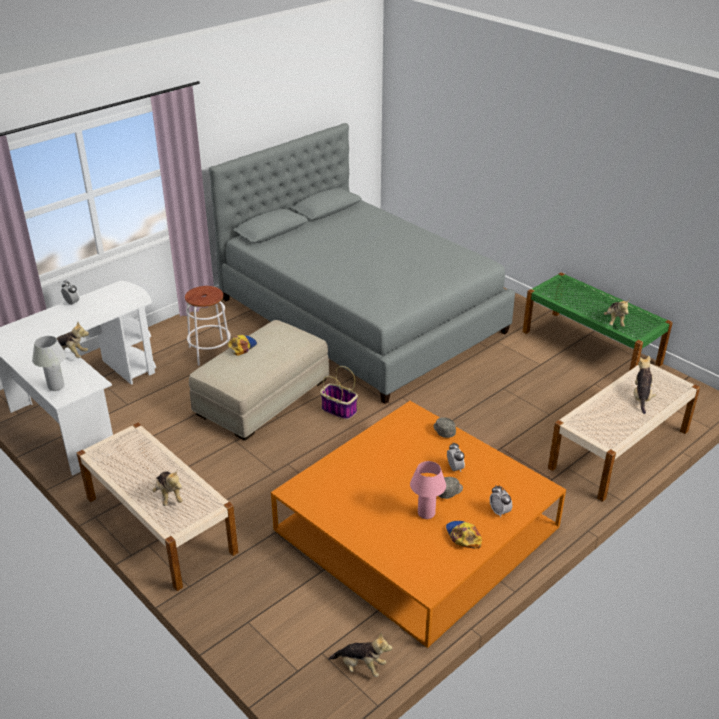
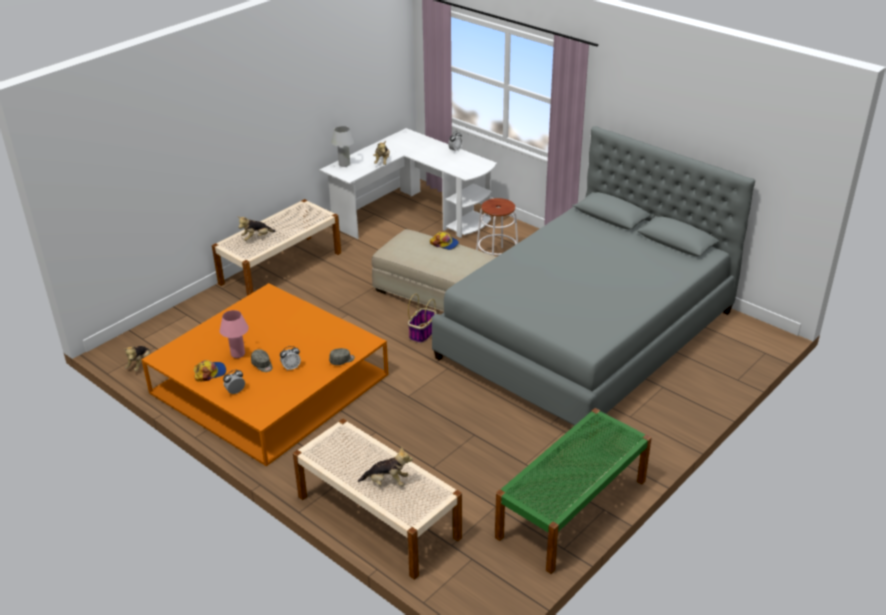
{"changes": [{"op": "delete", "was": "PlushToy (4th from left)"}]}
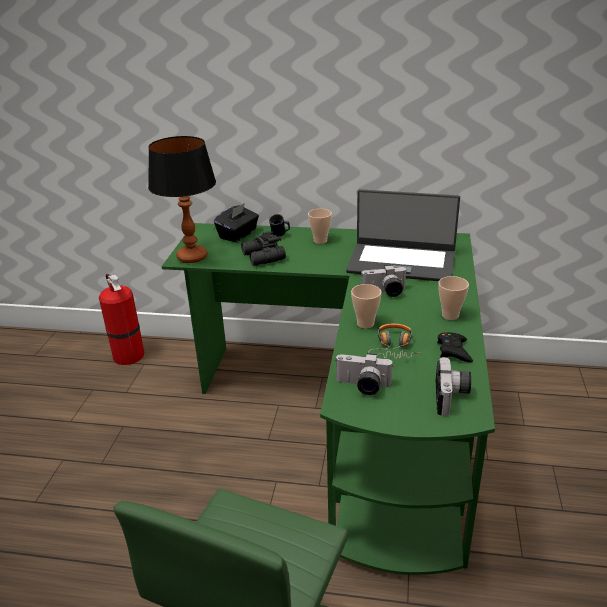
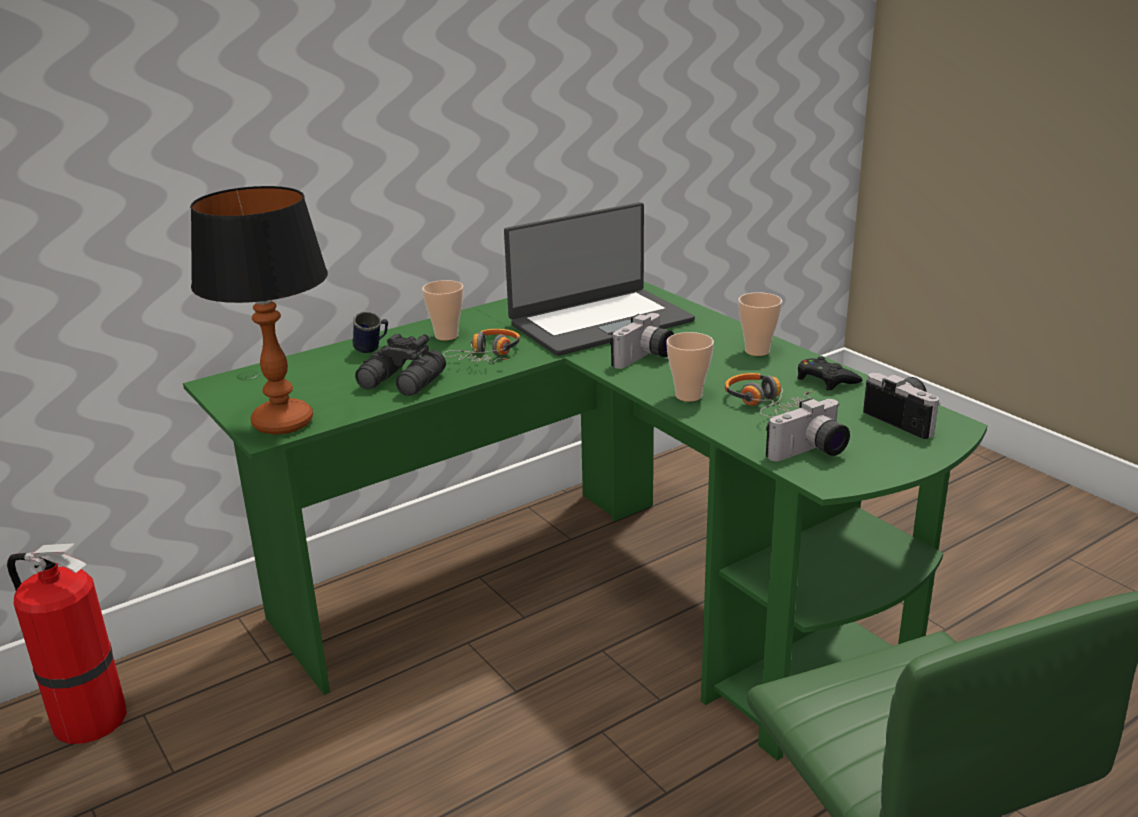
{"changes": [{"op": "delete", "was": "BlackTissueBox"}, {"op": "insert", "now": "Headphones (1st from left)"}]}
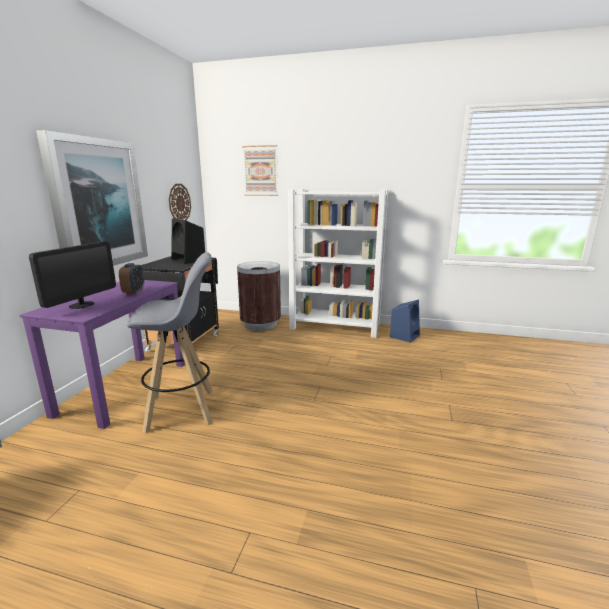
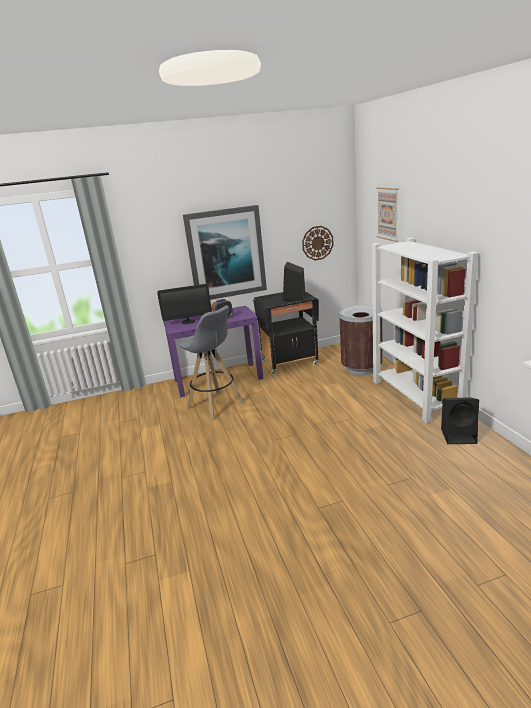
{"changes": [{"op": "recolor", "was": "BlueSpeaker", "now": "BlackSpeaker (2nd from left)"}]}
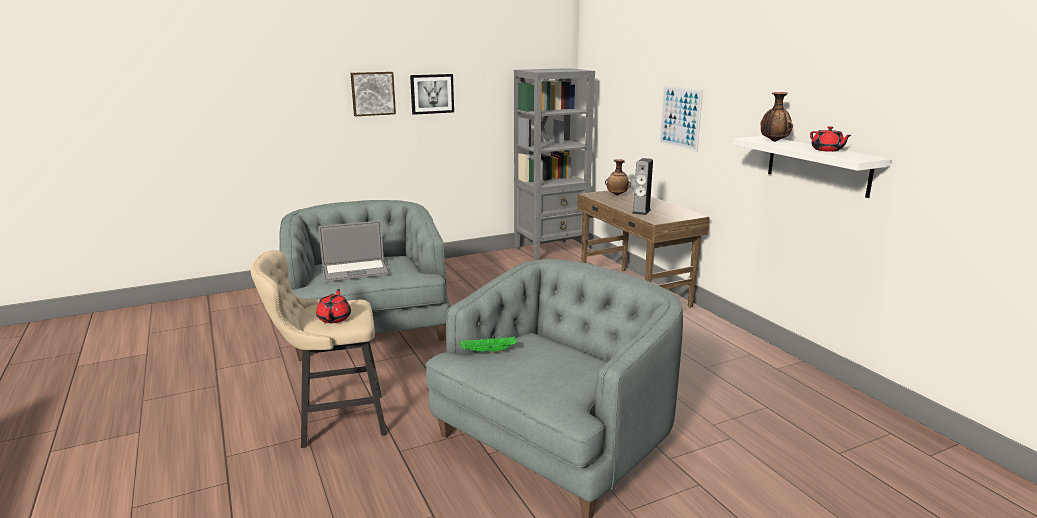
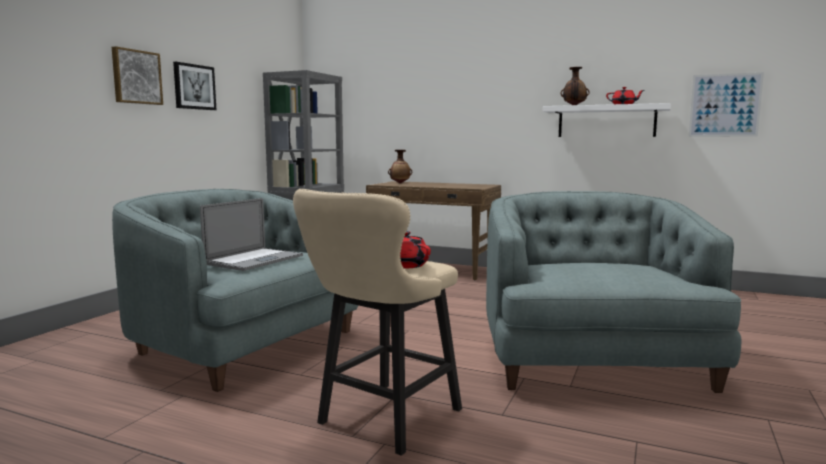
{"changes": [{"op": "delete", "was": "GreenTray"}, {"op": "delete", "was": "Speaker"}, {"op": "move", "was": "Picture (3rd from left)"}]}
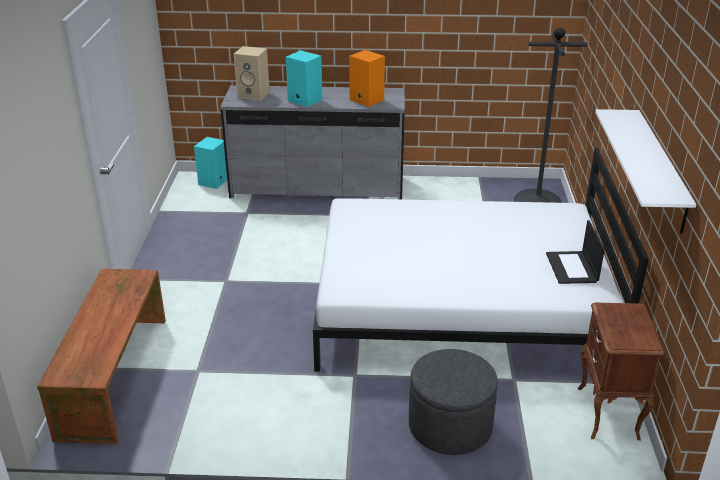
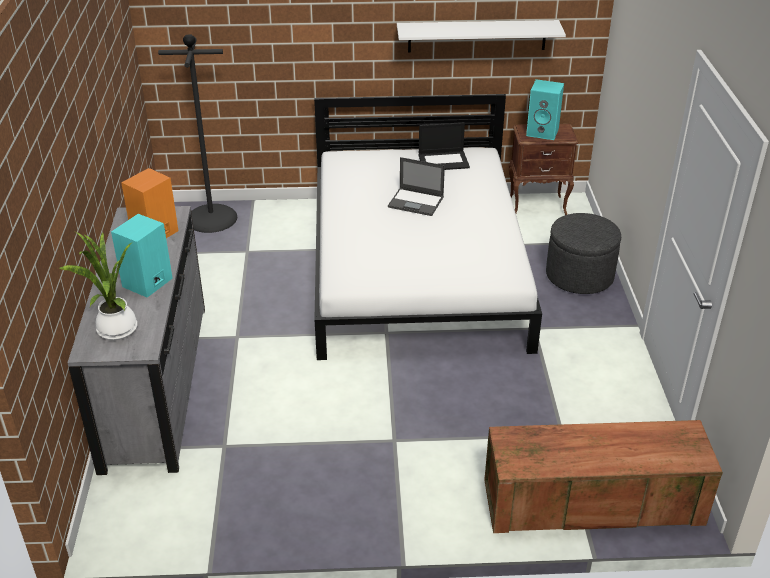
{"changes": [{"op": "move", "was": "TurquoiseSpeaker (1st from left in the first image)", "now": "TurquoiseSpeaker (2nd from left)"}, {"op": "replace", "was": "BeigeSpeaker", "now": "PottedPlant"}, {"op": "insert", "now": "Laptop (1st from left)"}]}
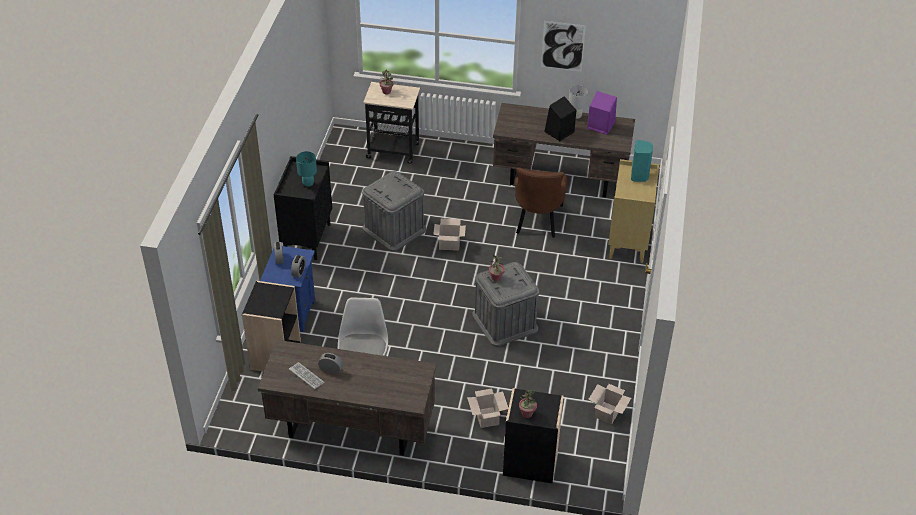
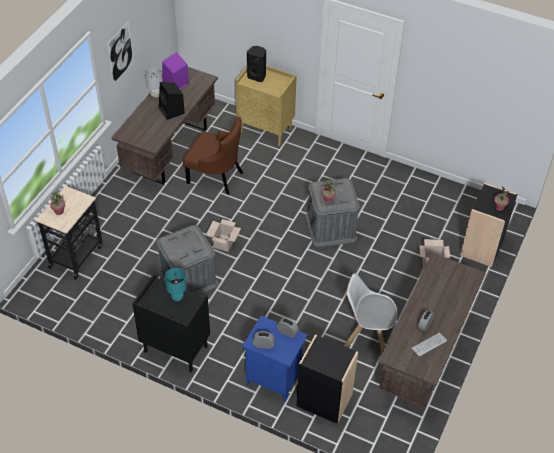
{"changes": [{"op": "delete", "was": "CardboardBox (3rd from left)"}, {"op": "recolor", "was": "TurquoiseSpeaker", "now": "BlackSpeaker (2nd from left)"}]}
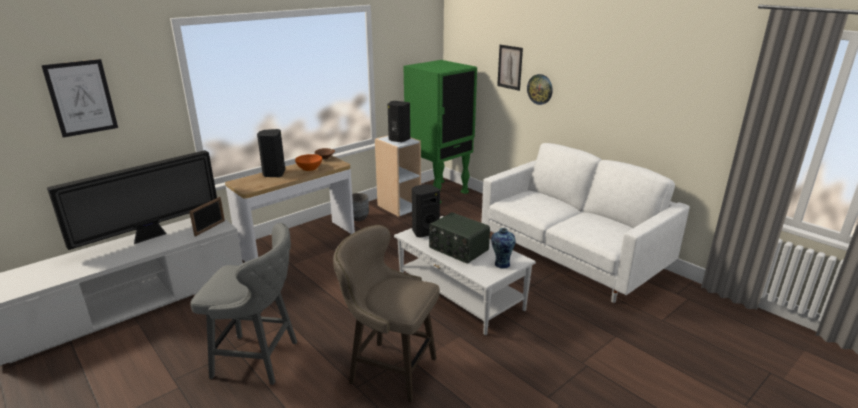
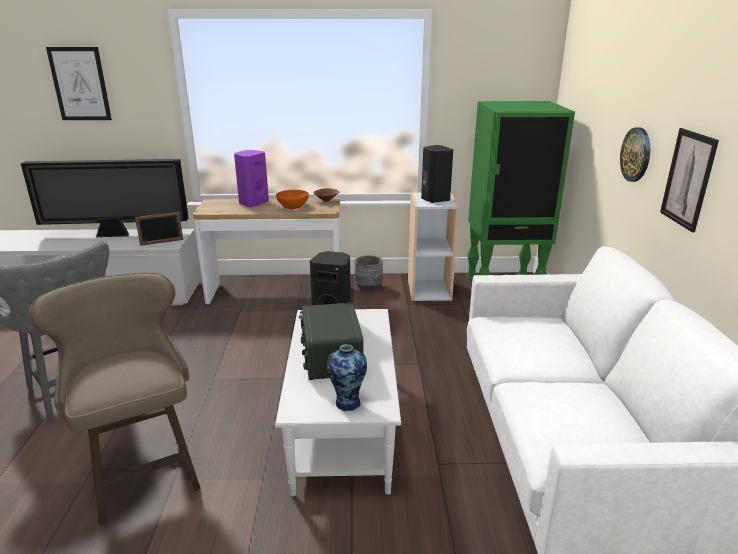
{"changes": [{"op": "recolor", "was": "BlackSpeaker (1st from left)", "now": "PurpleSpeaker"}, {"op": "move", "was": "Picture (2nd from left)"}]}
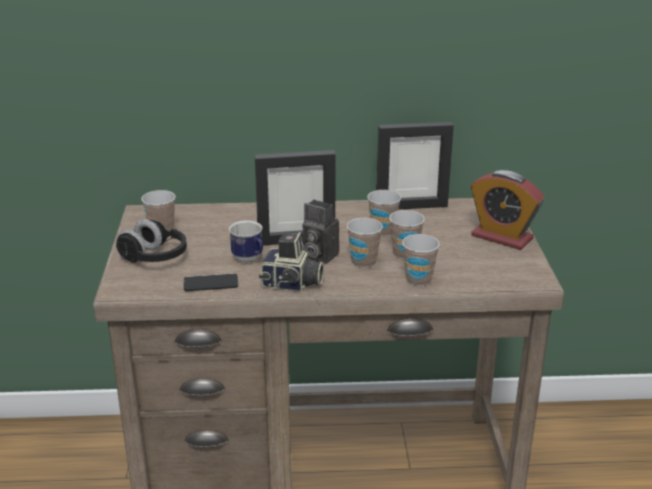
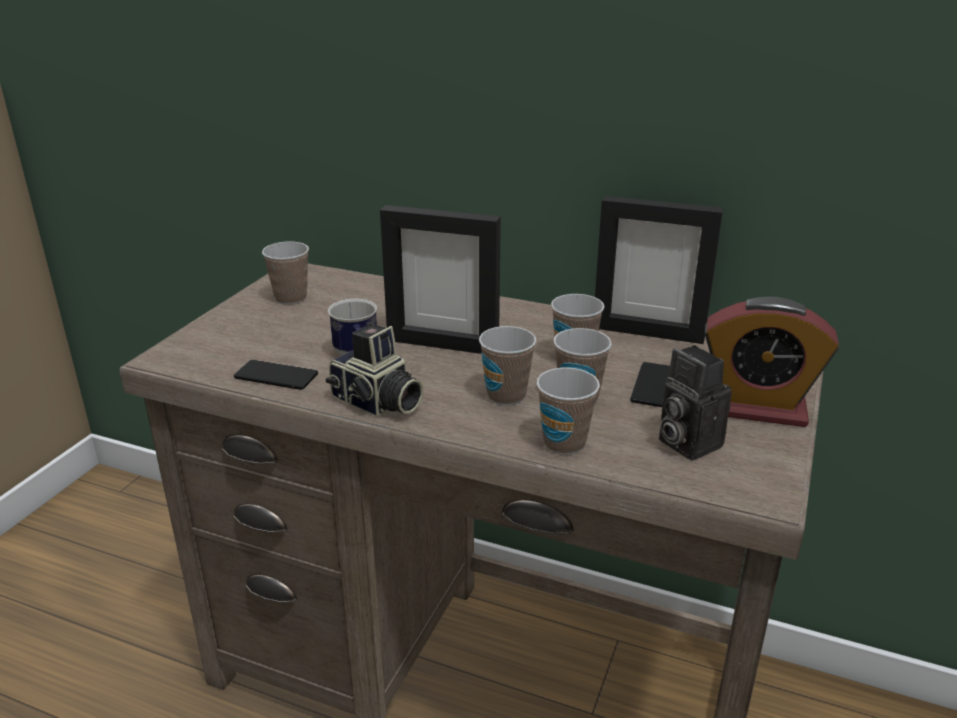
{"changes": [{"op": "delete", "was": "BlackHeadphones"}, {"op": "move", "was": "PhotoCamera (2nd from left)"}, {"op": "rotate", "was": "AlarmClock", "clockwise": -45}, {"op": "insert", "now": "Phone (2nd from left)"}]}
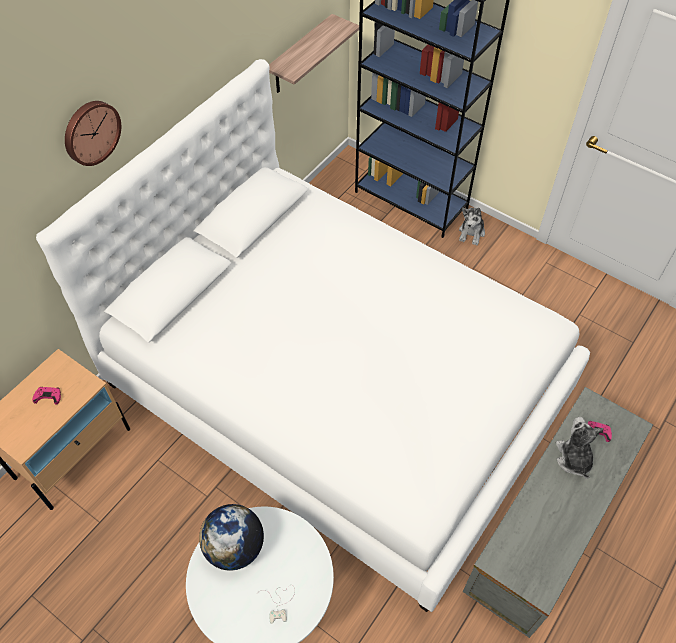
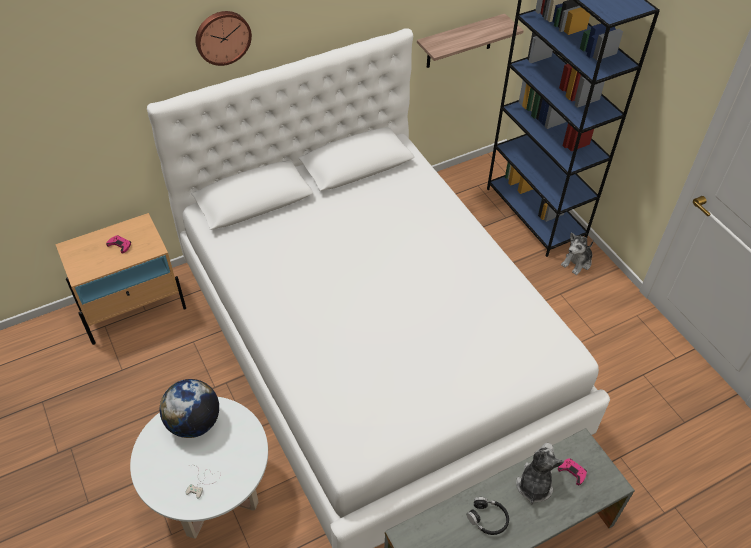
{"changes": [{"op": "insert", "now": "BlackHeadphones"}]}
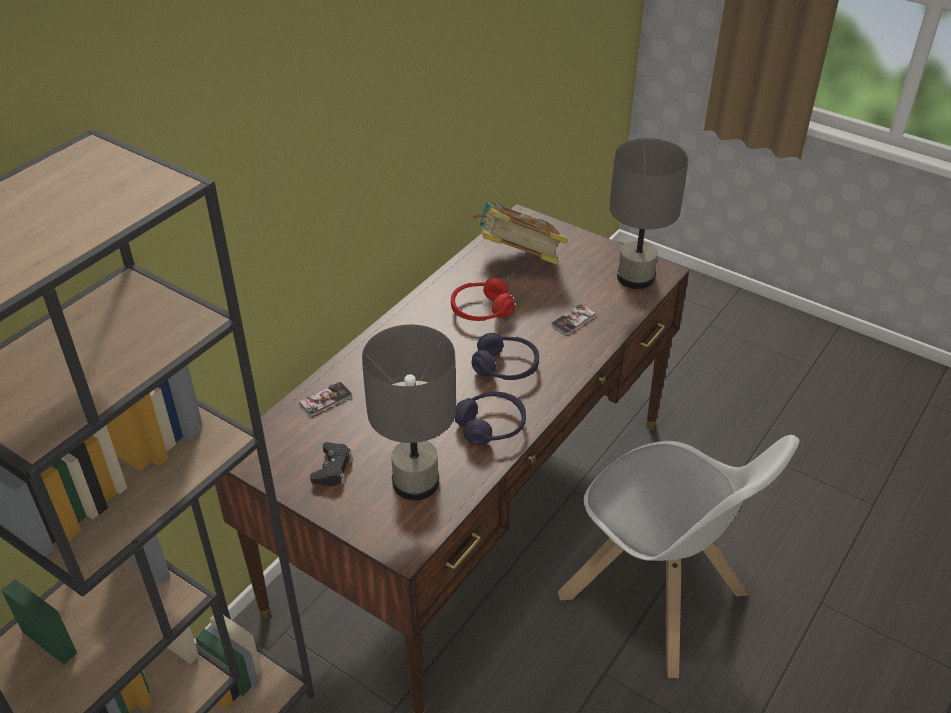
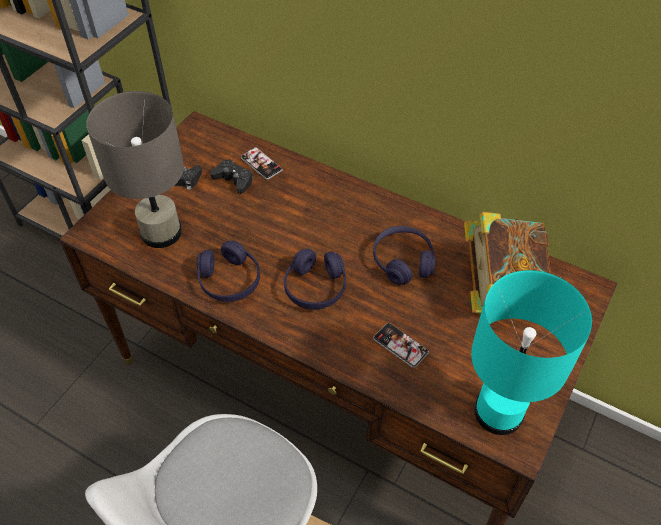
{"changes": [{"op": "recolor", "was": "RedHeadphones", "now": "PurpleHeadphones (3rd from left)"}, {"op": "recolor", "was": "GreyTableLamp (2nd from left)", "now": "TurquoiseTableLamp"}, {"op": "insert", "now": "BlackGameController (2nd from left)"}]}
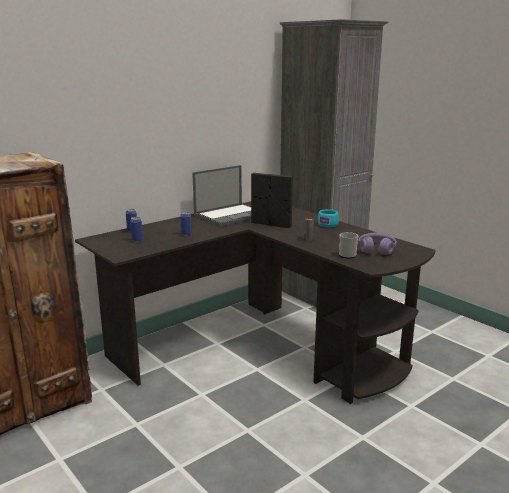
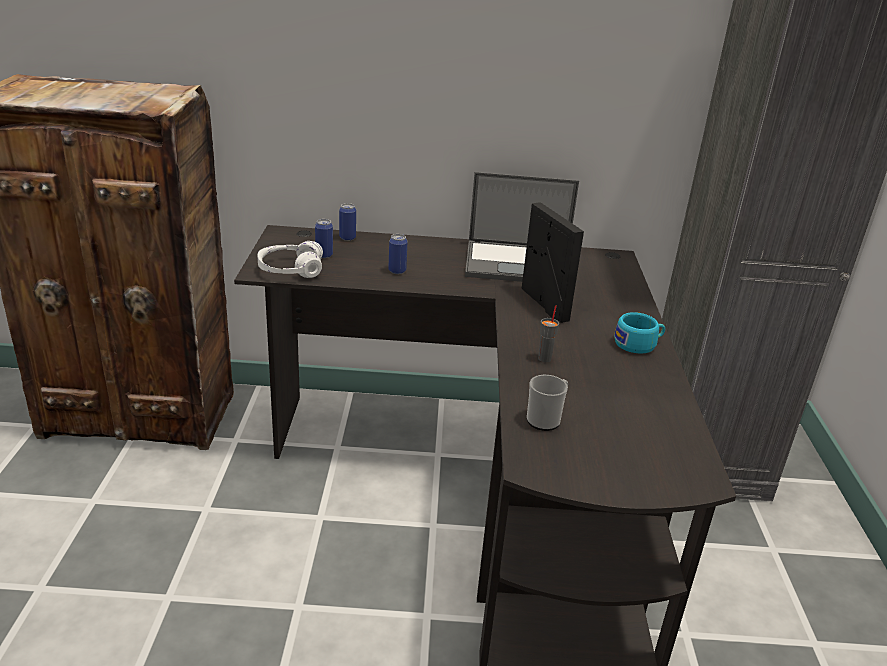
{"changes": [{"op": "delete", "was": "PurpleHeadphones"}, {"op": "insert", "now": "WhiteHeadphones"}]}
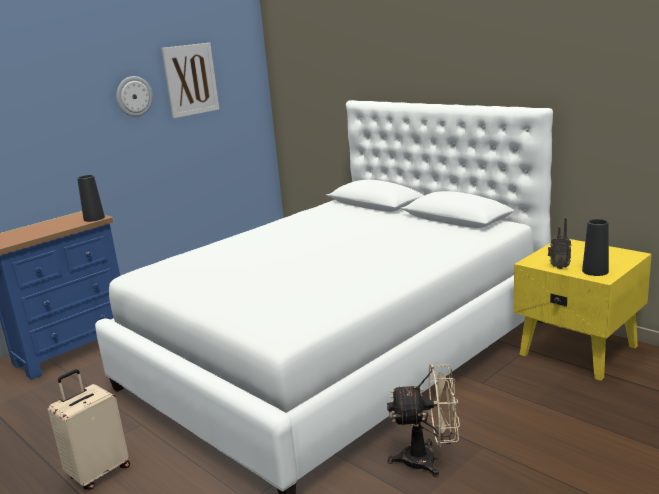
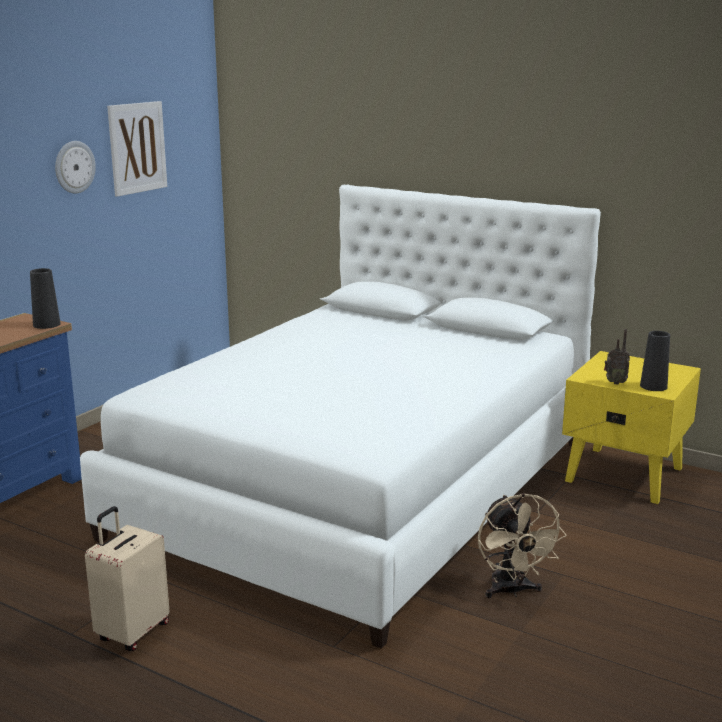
{"changes": [{"op": "rotate", "was": "BeigeFan", "clockwise": 90}]}
